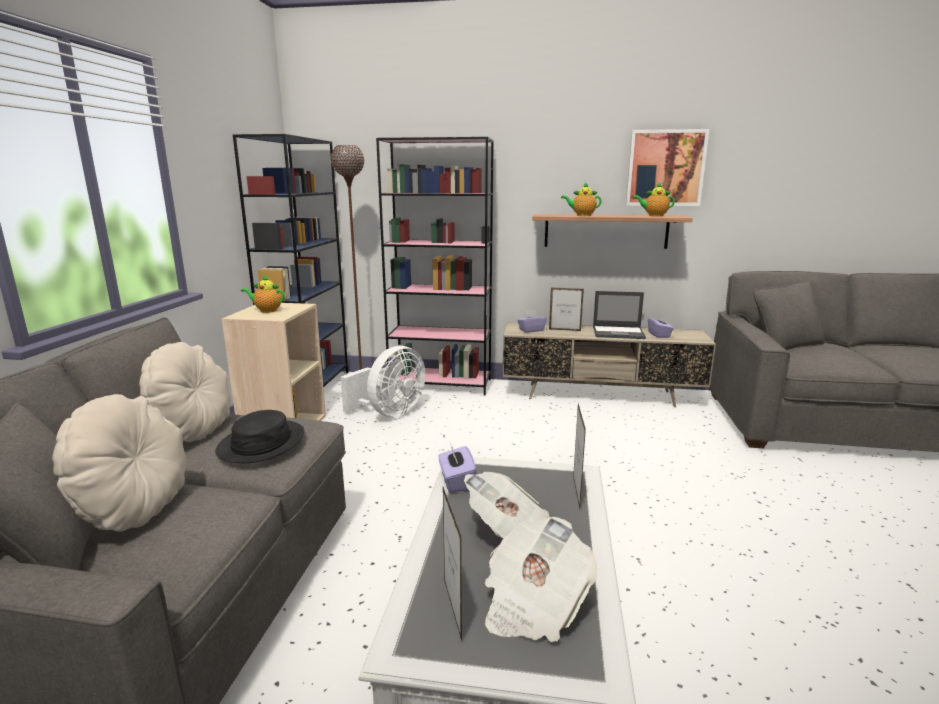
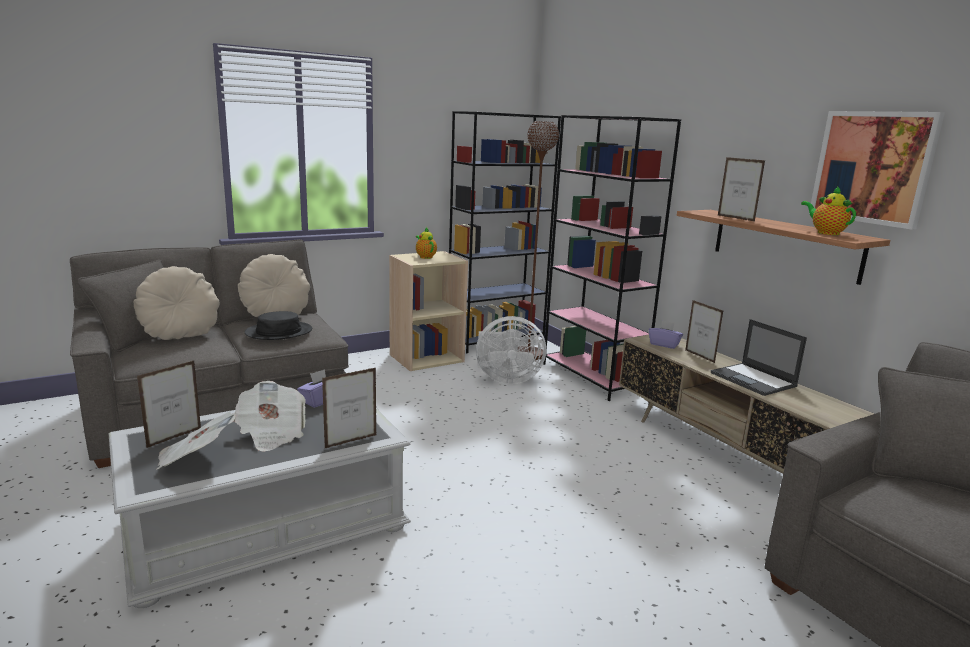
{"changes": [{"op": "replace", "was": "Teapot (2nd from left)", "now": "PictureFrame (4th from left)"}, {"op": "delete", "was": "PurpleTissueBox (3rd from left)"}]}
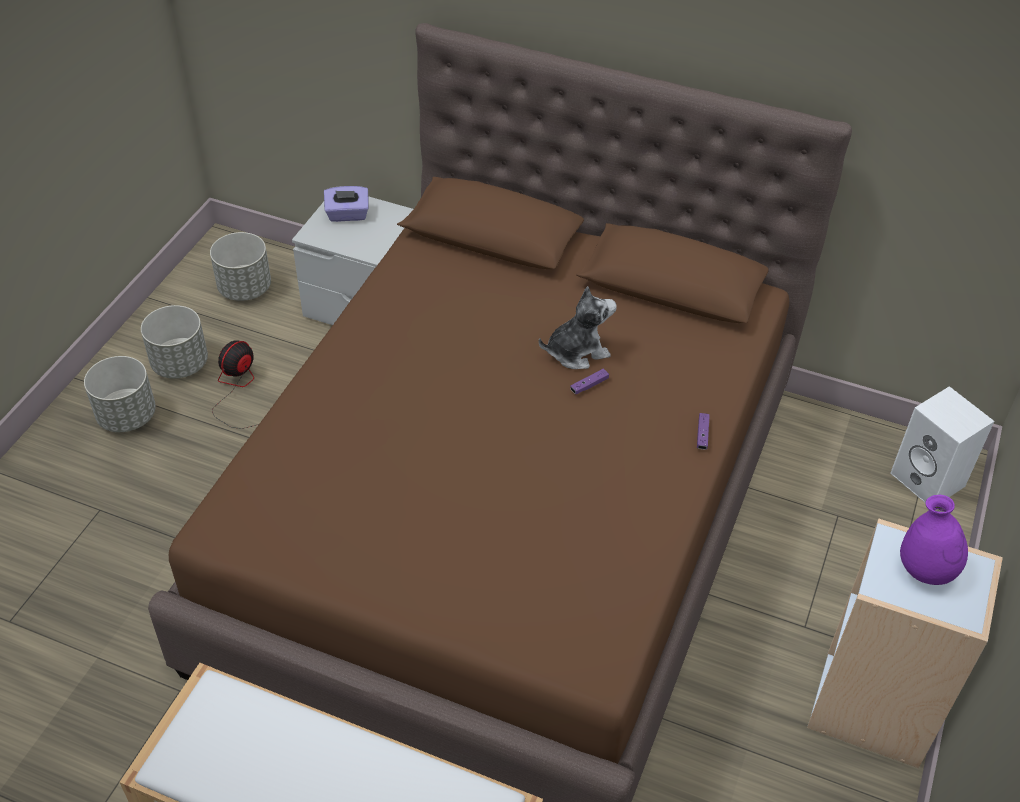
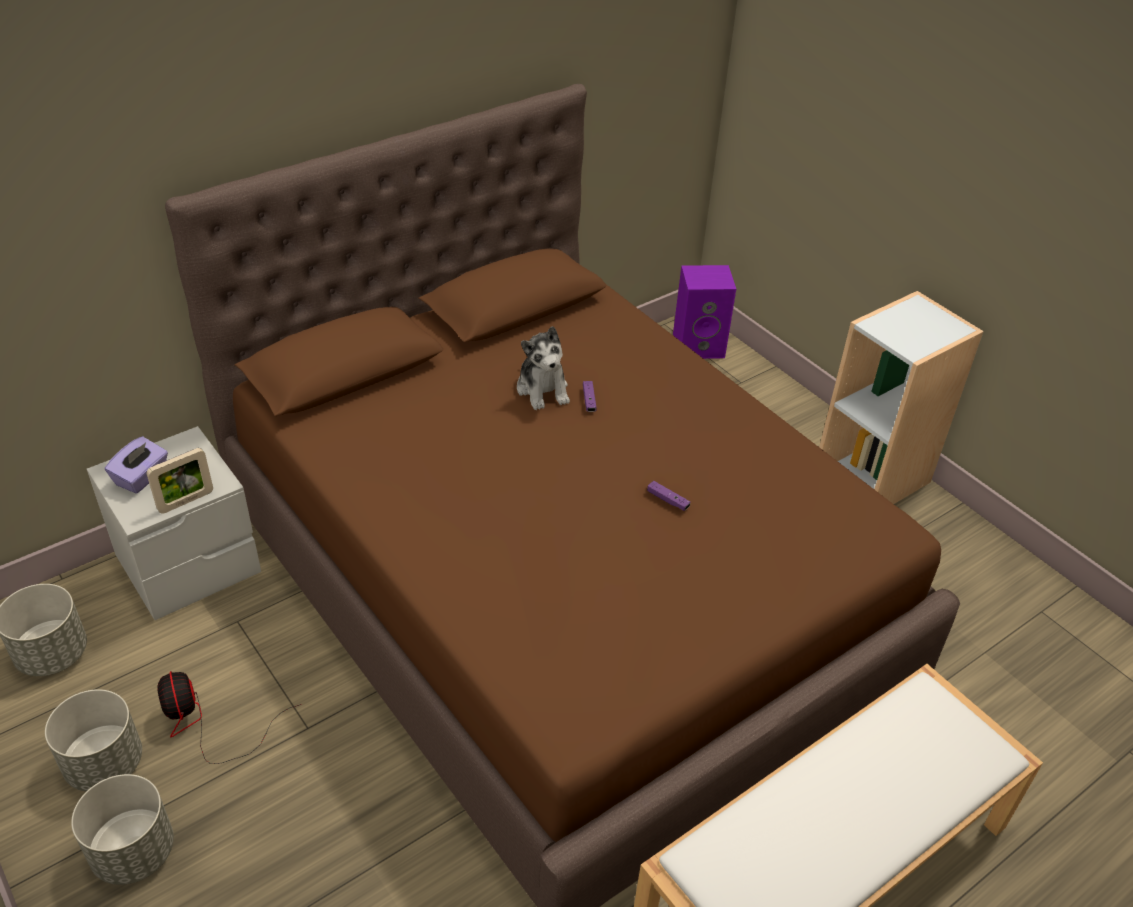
{"changes": [{"op": "rotate", "was": "PlushToy", "clockwise": 150}, {"op": "move", "was": "PurpleGameController (2nd from left)"}, {"op": "recolor", "was": "WhiteSpeaker", "now": "PurpleSpeaker"}, {"op": "delete", "was": "PurpleVase"}, {"op": "insert", "now": "PictureFrame"}]}
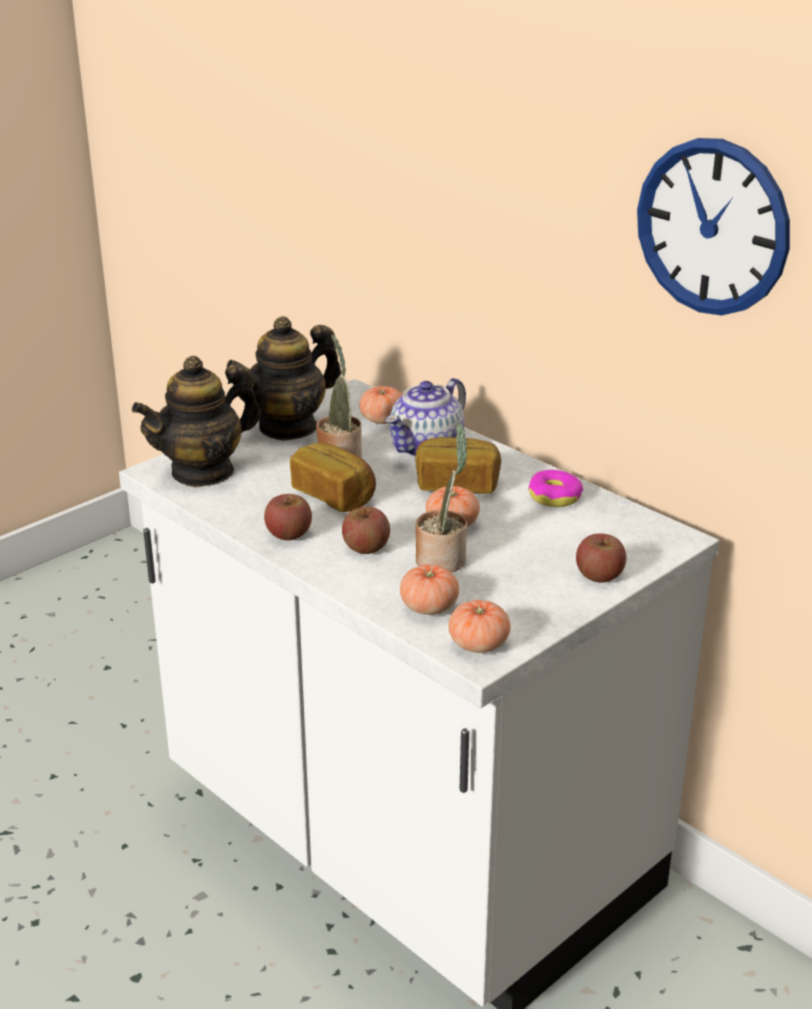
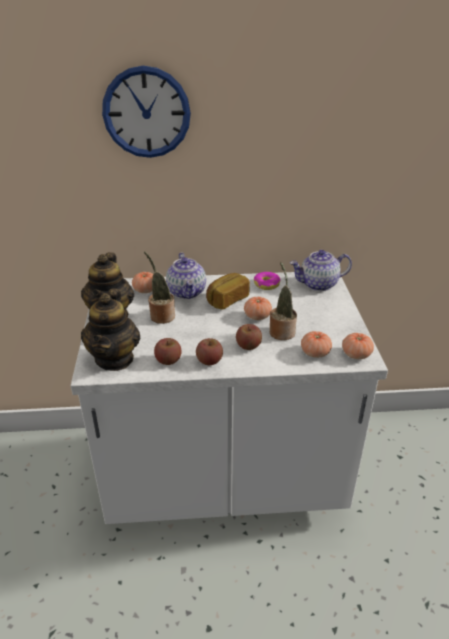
{"changes": [{"op": "delete", "was": "Bread (1st from left)"}, {"op": "move", "was": "Apple (3rd from left in the first image)", "now": "Apple (1st from left)"}, {"op": "move", "was": "WallClock"}, {"op": "insert", "now": "Teapot (4th from left)"}]}
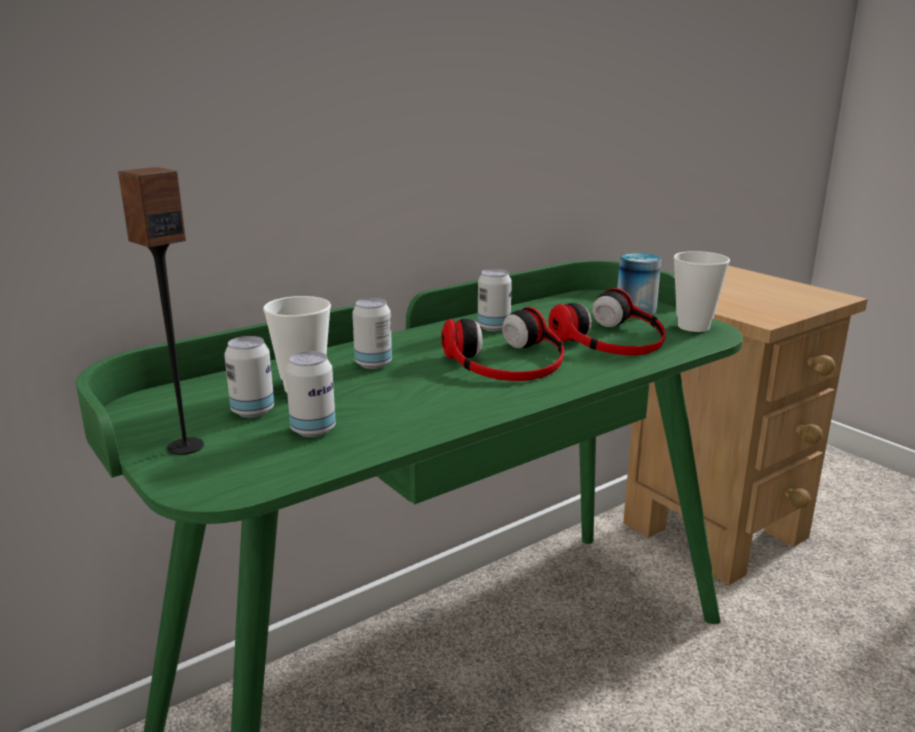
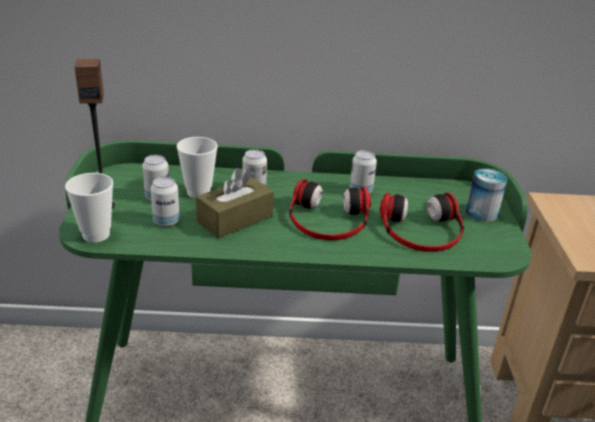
{"changes": [{"op": "move", "was": "Cup (2nd from left in the first image)", "now": "Cup (1st from left)"}, {"op": "insert", "now": "BrownTissueBox"}]}
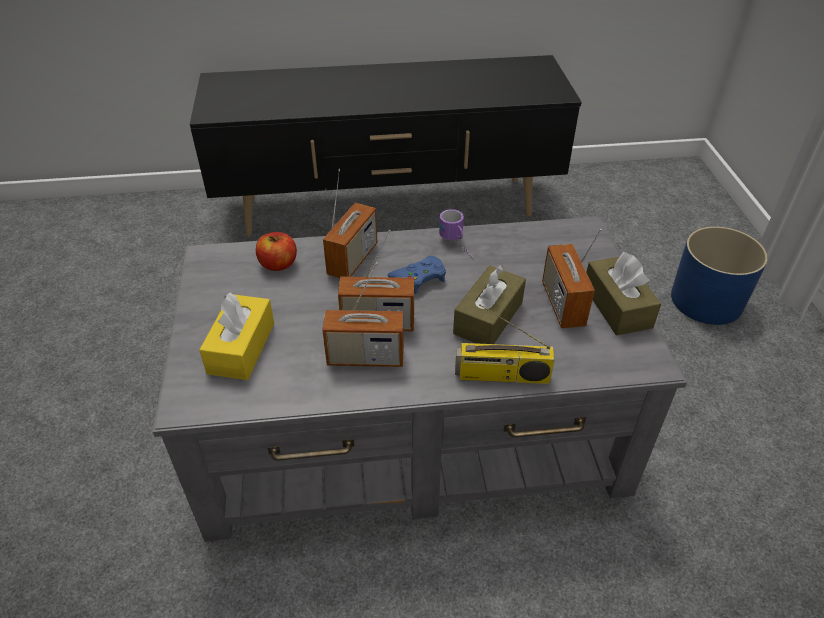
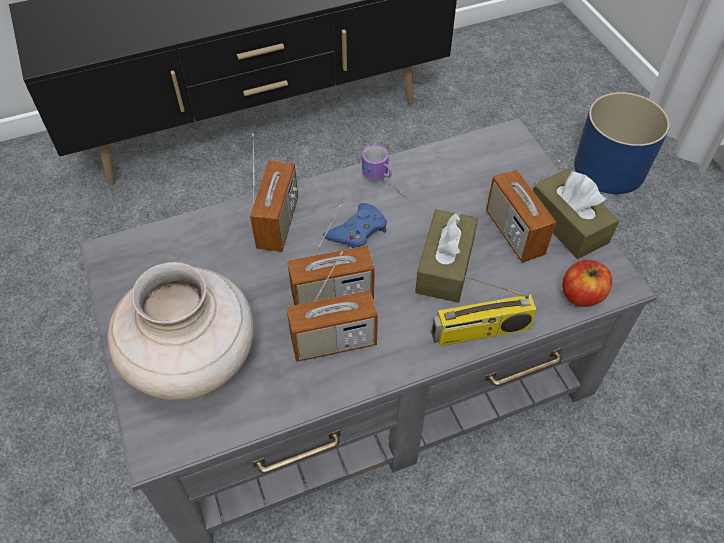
{"changes": [{"op": "replace", "was": "YellowTissueBox", "now": "BeigeVase"}, {"op": "move", "was": "Apple"}]}
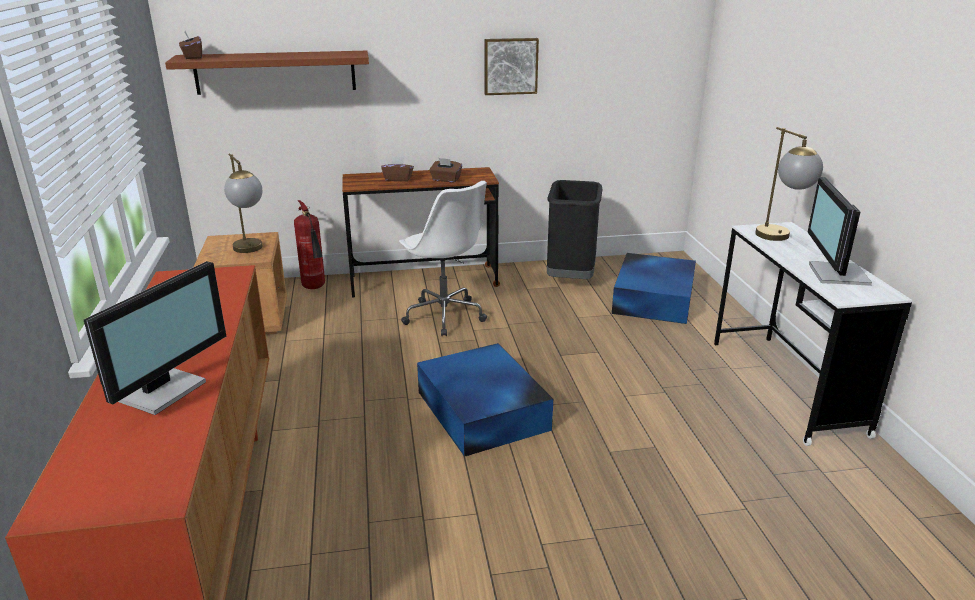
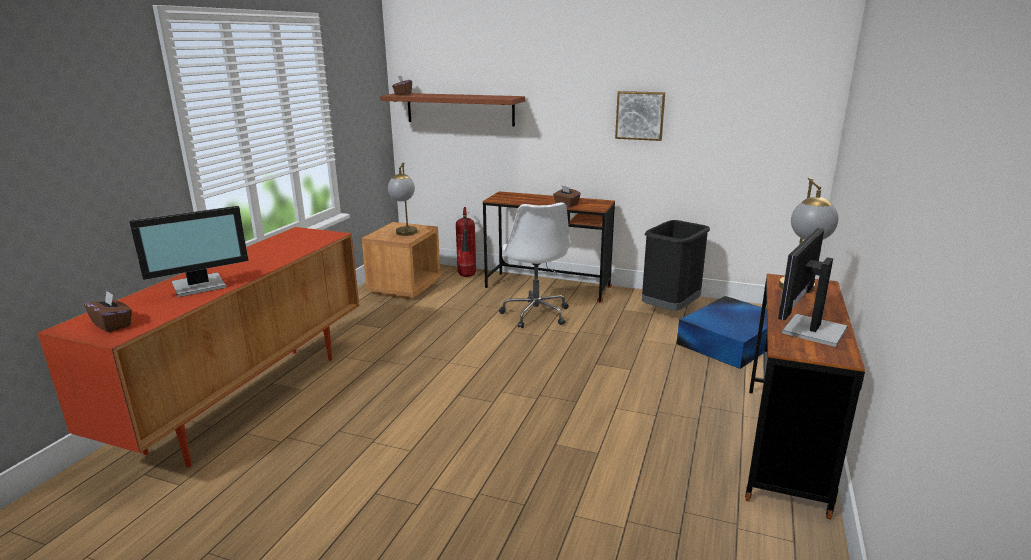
{"changes": [{"op": "move", "was": "BrownTissueBox (2nd from left in the first image)", "now": "BrownTissueBox (1st from left)"}, {"op": "delete", "was": "BlueStorageBox (1st from left)"}, {"op": "recolor", "was": "WhiteDesk", "now": "BrownDesk (2nd from left)"}]}
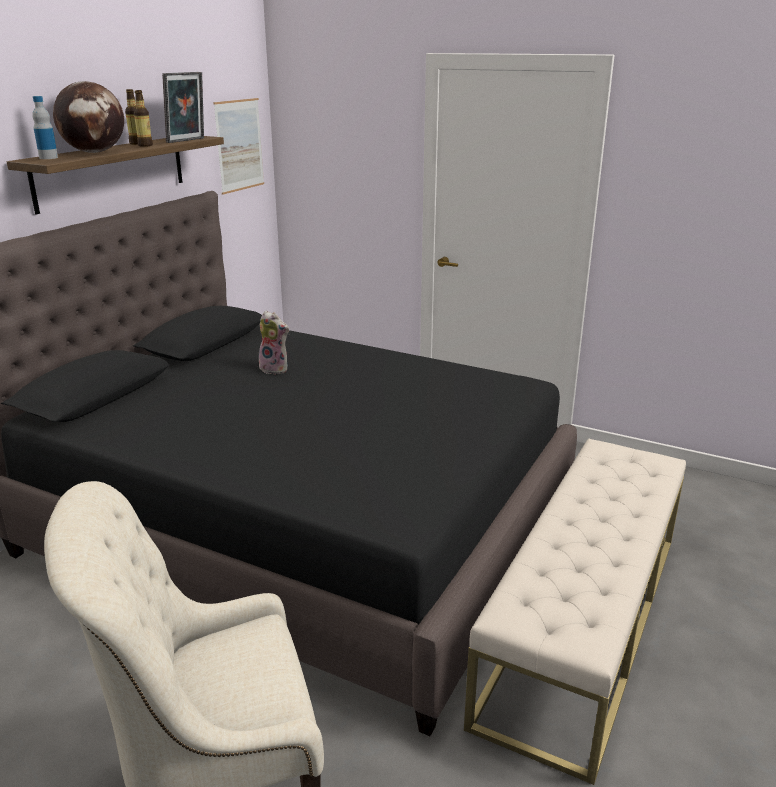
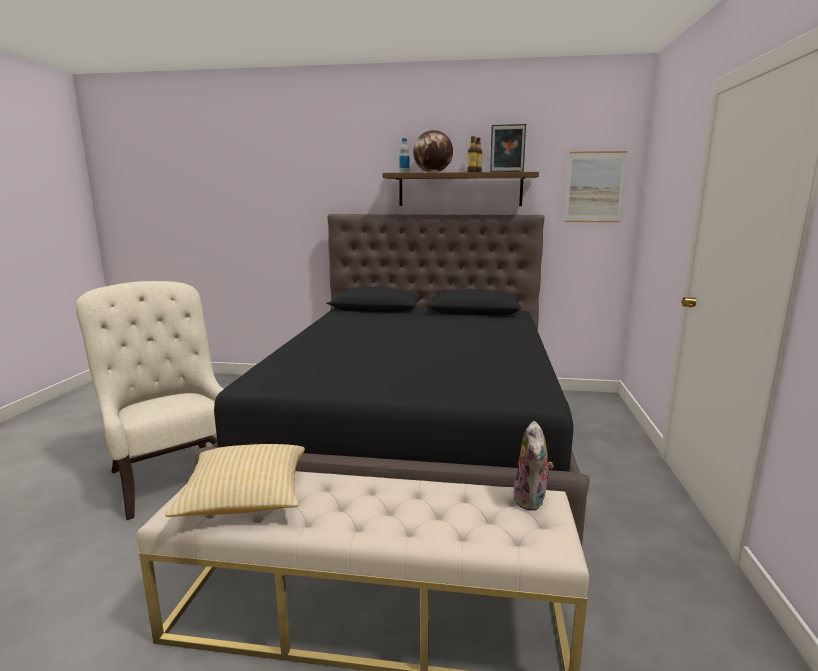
{"changes": [{"op": "move", "was": "PlushToy"}, {"op": "insert", "now": "Pillow"}]}
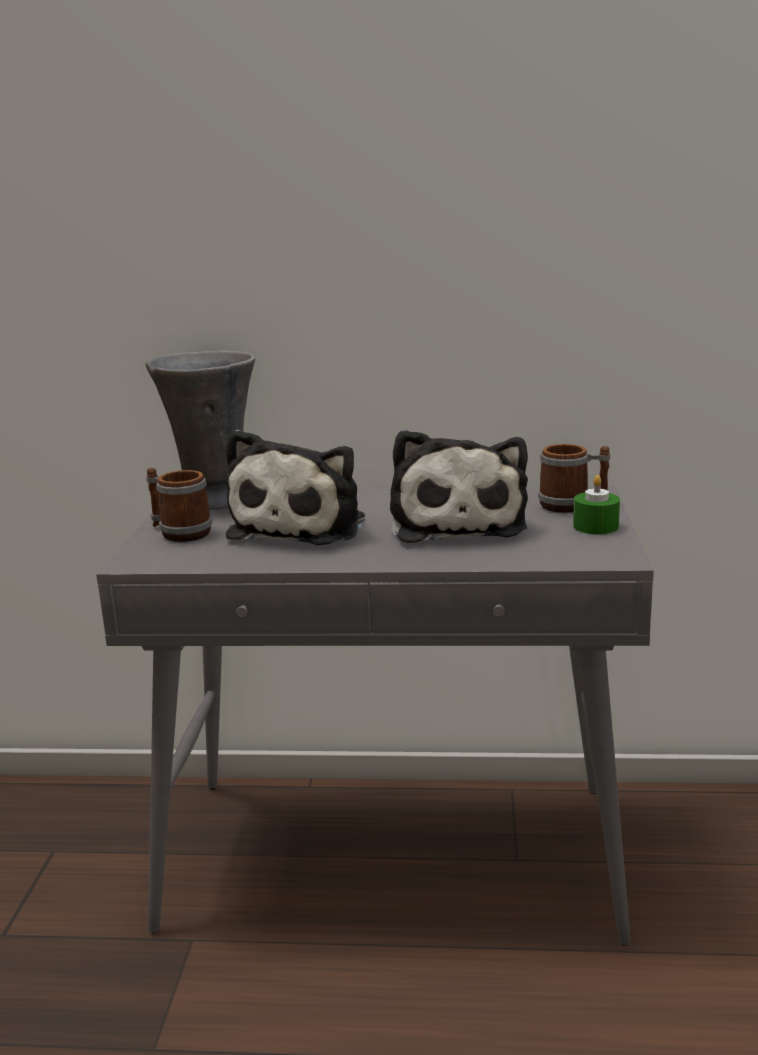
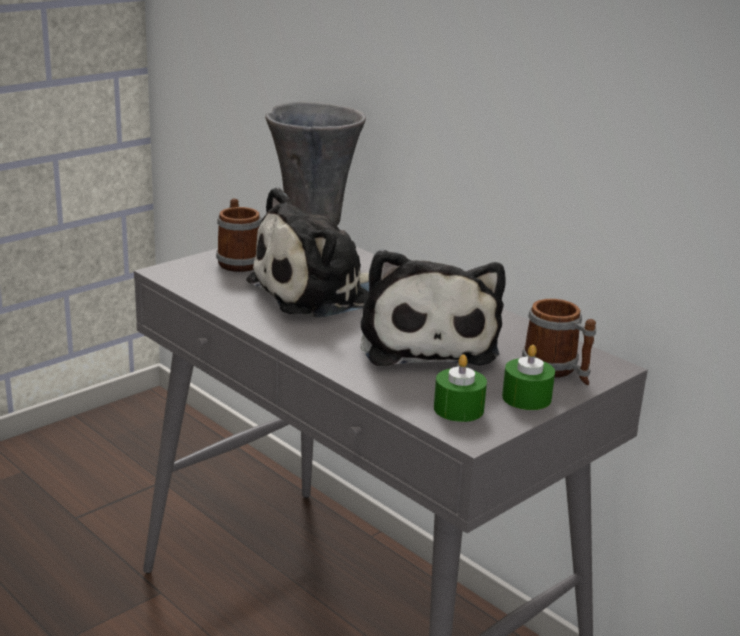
{"changes": [{"op": "rotate", "was": "PlushToy (2nd from left)", "clockwise": -45}, {"op": "insert", "now": "GreenCandle (1st from left)"}]}
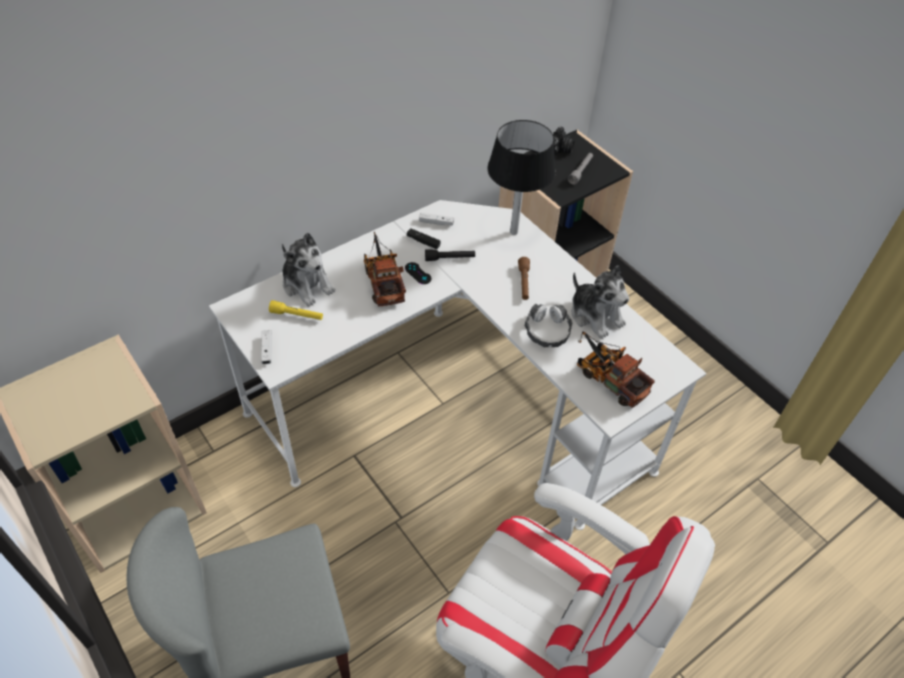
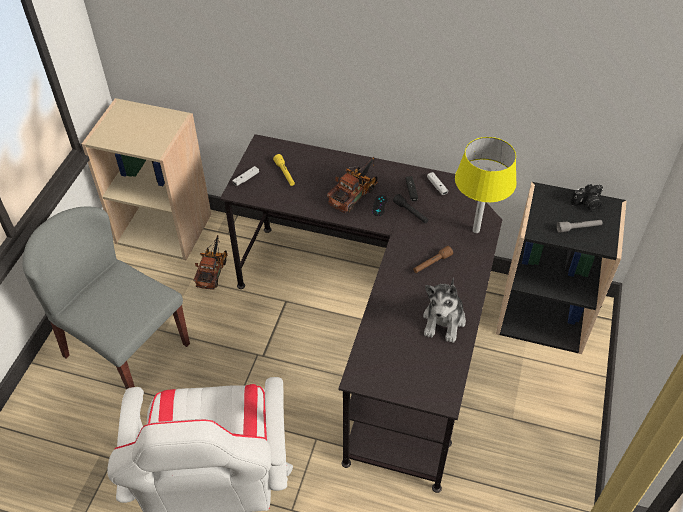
{"changes": [{"op": "recolor", "was": "WhiteDesk", "now": "BlackDesk"}, {"op": "delete", "was": "PlushToy (1st from left)"}, {"op": "recolor", "was": "BlackTableLamp", "now": "YellowTableLamp"}, {"op": "delete", "was": "Headphones"}, {"op": "move", "was": "ToyTruck (2nd from left in the first image)", "now": "ToyTruck (1st from left)"}]}
